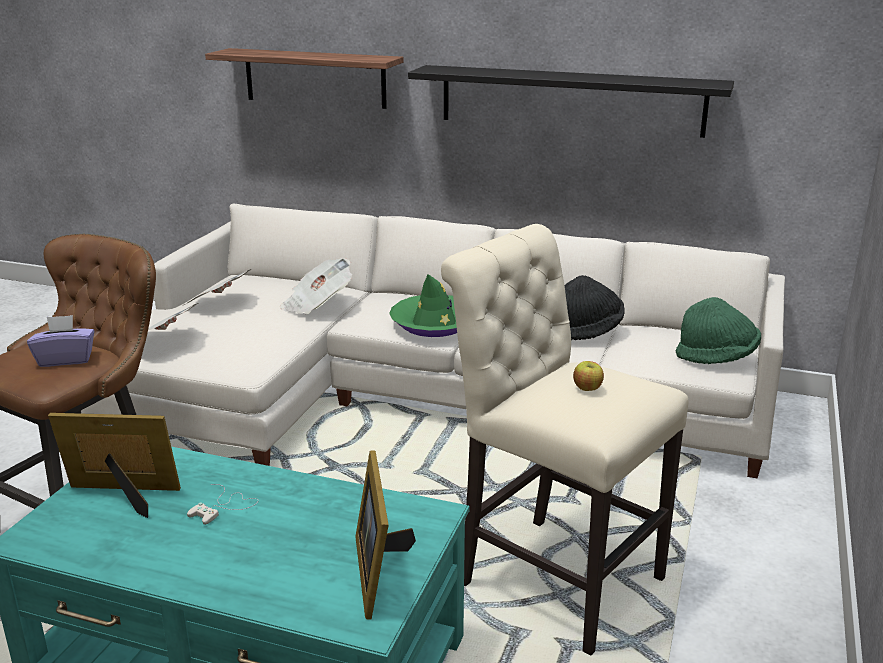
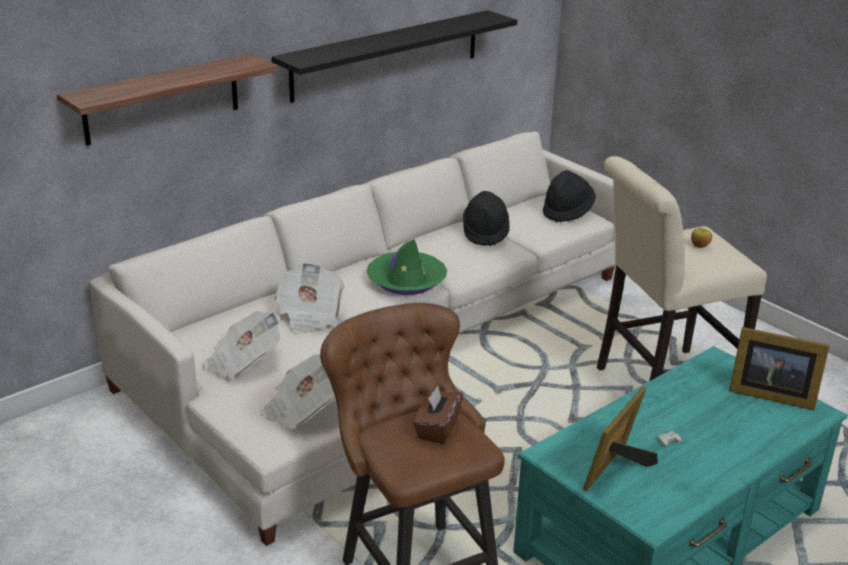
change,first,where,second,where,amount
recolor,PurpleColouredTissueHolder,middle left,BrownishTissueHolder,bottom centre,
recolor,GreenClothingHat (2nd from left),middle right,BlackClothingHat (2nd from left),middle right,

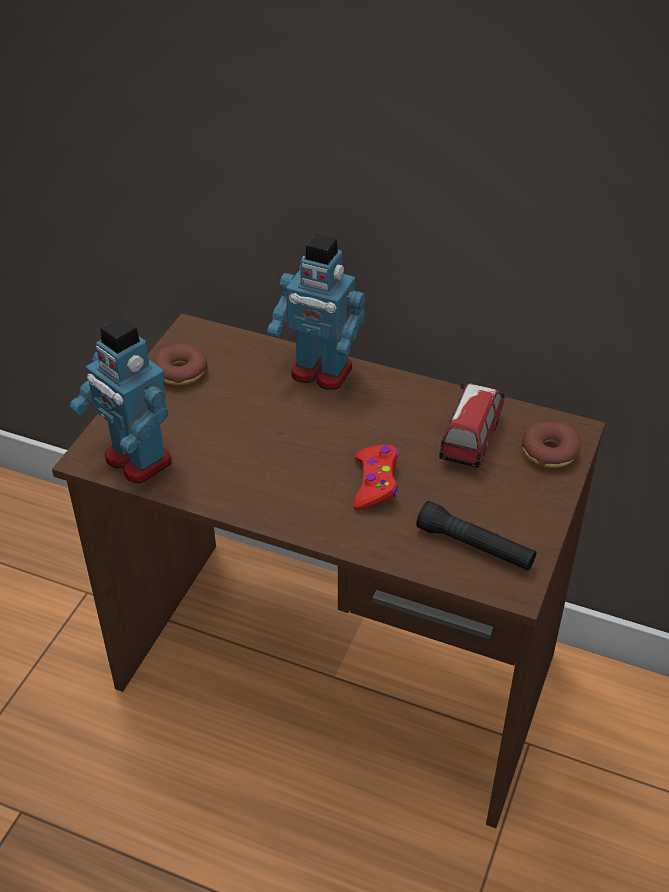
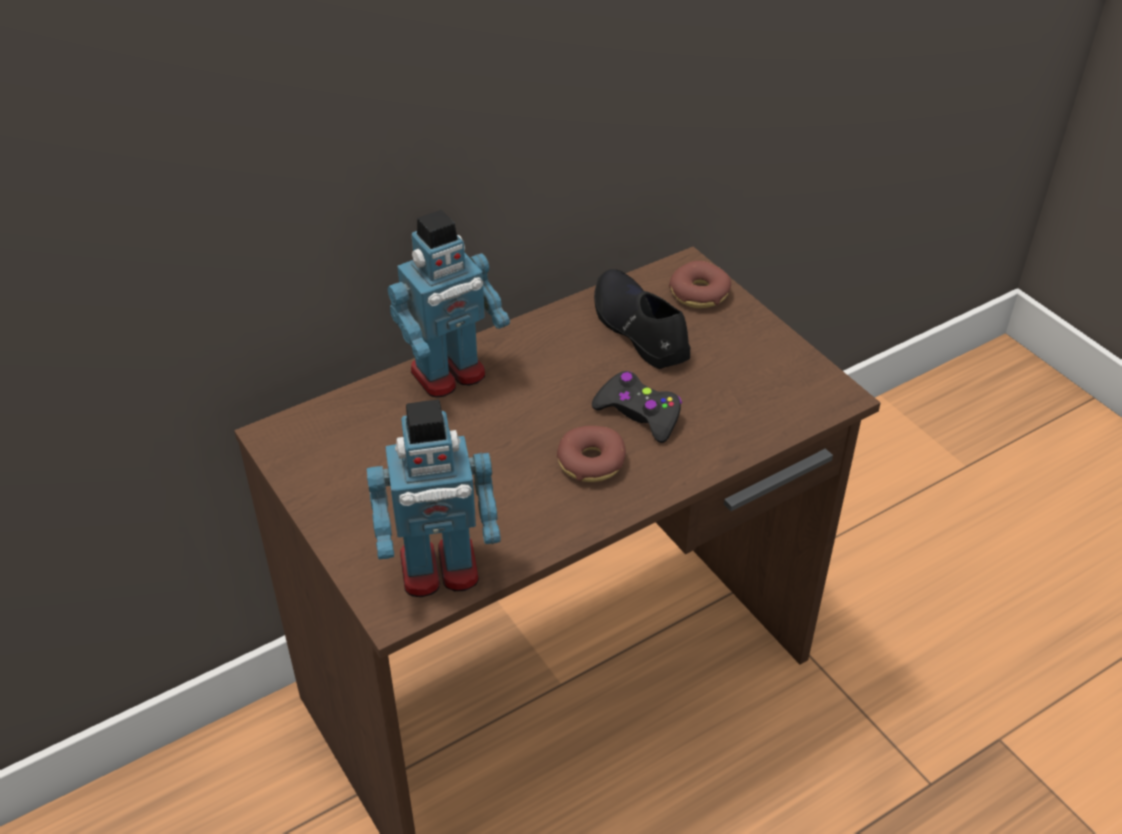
change,first,where,second,where,amount
move,Doughnut (1st from left),middle left,,centre,
recolor,RedGamepad,centre,BlackGamepad,centre,
replace,MiniatureCar,middle right,BlackItemOfFootwear,centre,
delete,BlackTorch,middle right,,,

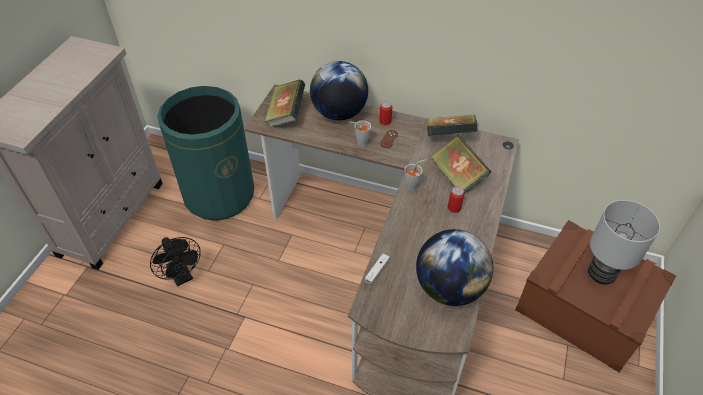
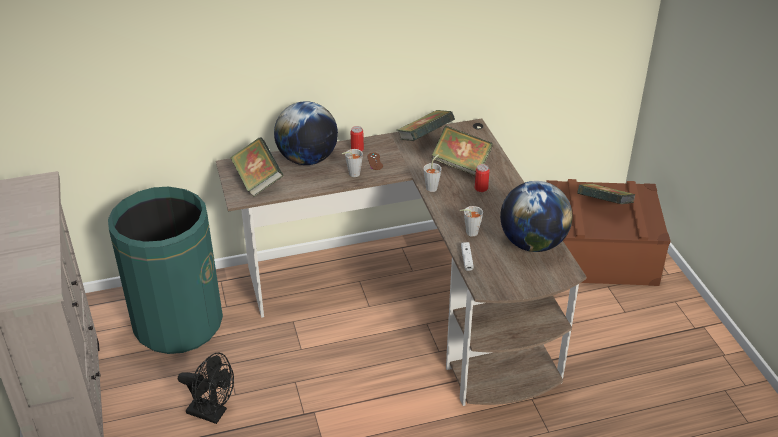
change,first,where,second,where,amount
insert,,,GreyCup (3rd from left),centre,
replace,GreyLampForATable,middle right,BoundBook (4th from left),middle right,

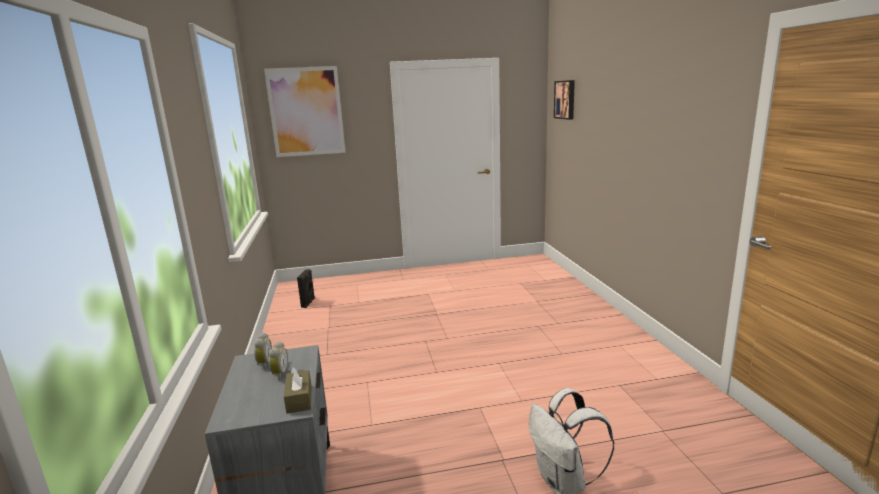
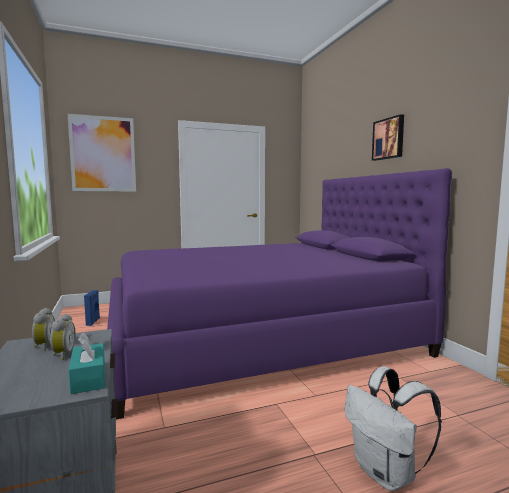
change,first,where,second,where,amount
recolor,BrownishTissueHolder,bottom centre,TurquoiseColouredTissueHolder,bottom left,
recolor,BlackSpeaker,centre,BlueSpeaker,middle left,
insert,,,PurpleColouredBed,centre,
move,WallPicture (2nd from left),top centre,,top right,

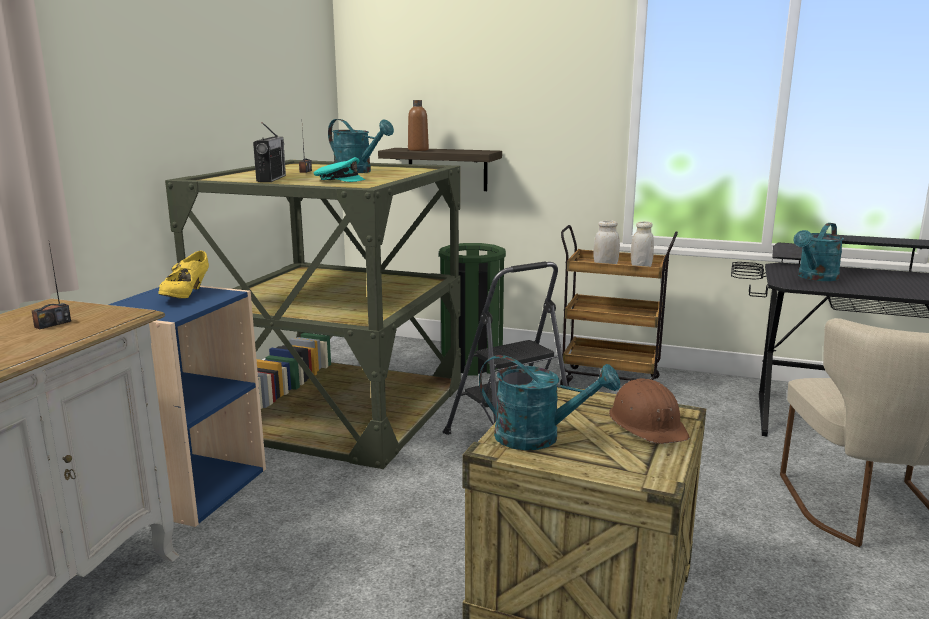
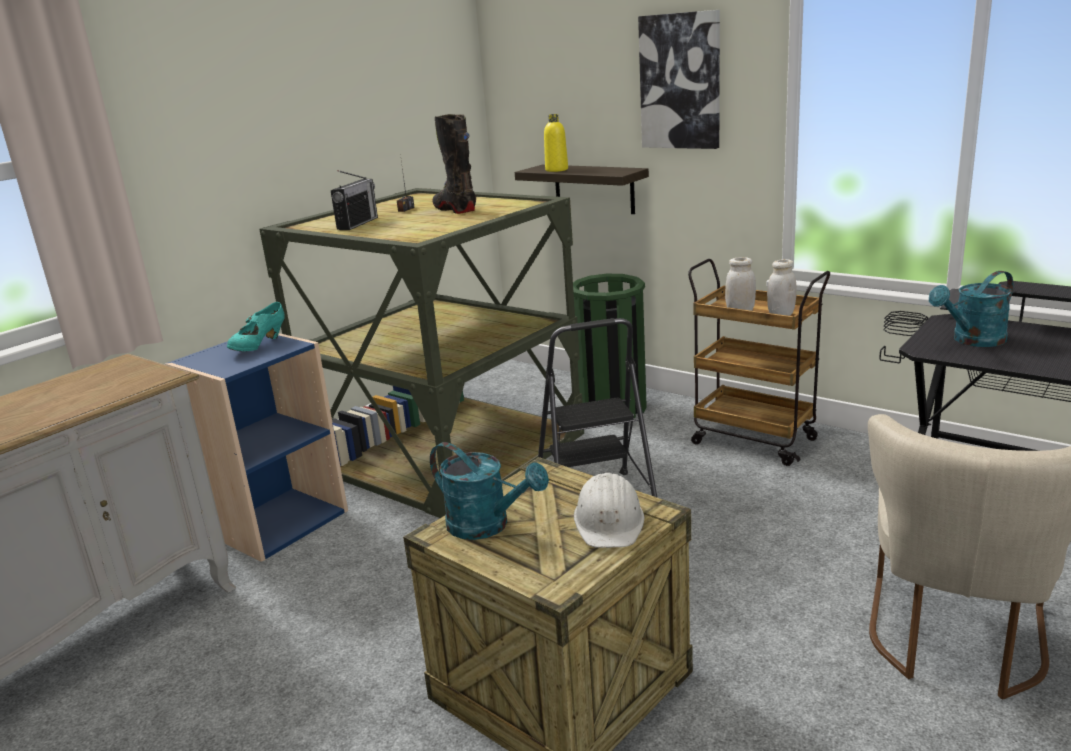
change,first,where,second,where,amount
recolor,YellowItemOfFootwear,middle left,TurquoiseColouredItemOfFootwear,middle left,
replace,TurquoiseColouredWateringPot (1st from left),top centre,BlackBoot,top centre,
recolor,BrownishBottle,top centre,YellowBottle,top centre,
recolor,BrownishWorkHelmet,middle right,WhiteColouredWorkHelmet,bottom centre,
insert,,,WallPicture,top centre,
delete,RadioReceiver (1st from left),middle left,,,
delete,TurquoiseColouredCap,top centre,,,

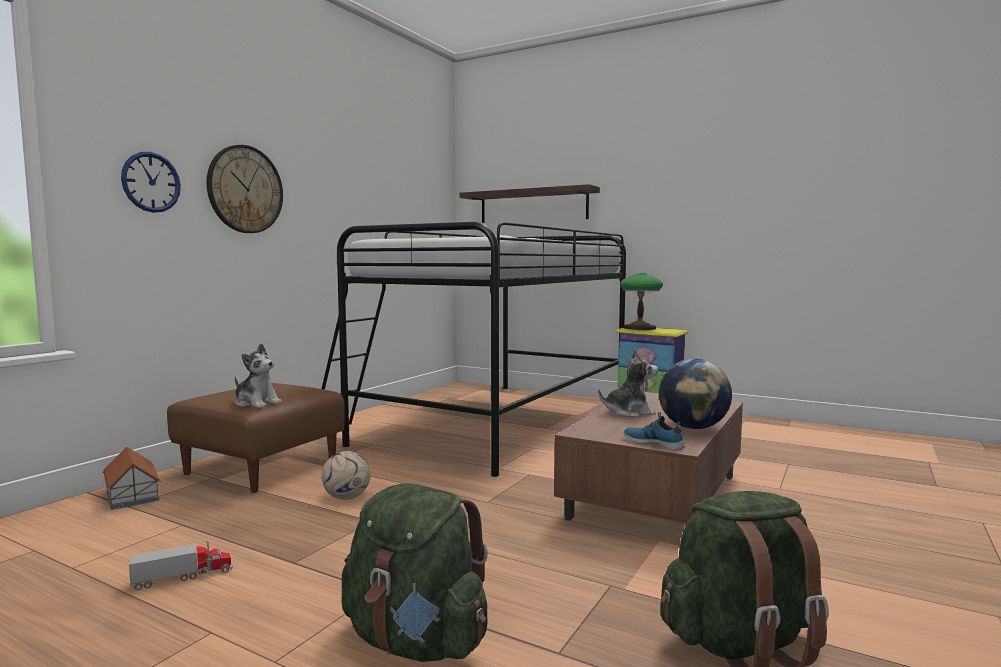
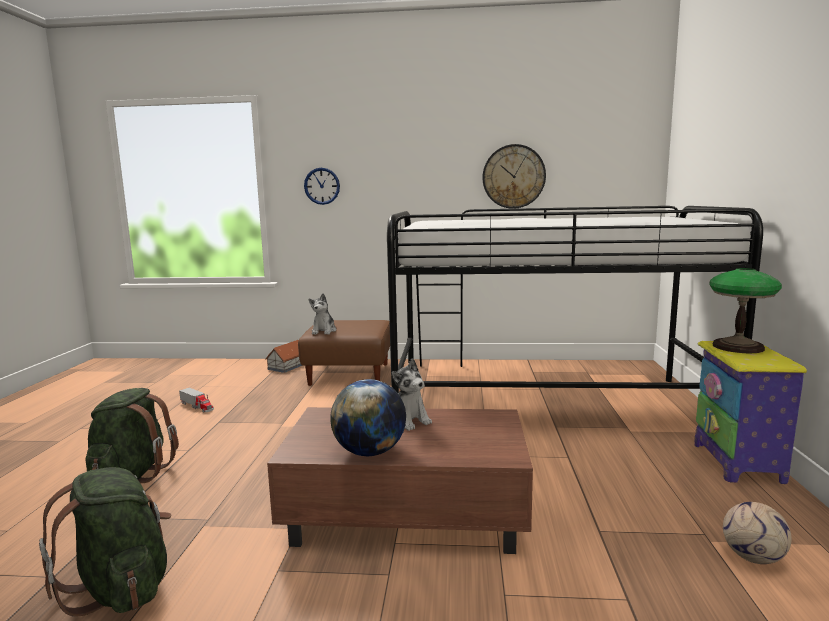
change,first,where,second,where,amount
move,WallClock (2nd from left),top left,,top centre,
move,FootballBall,bottom centre,,bottom right,
delete,WallShelf,top centre,,,
delete,ItemOfFootwear,centre,,,

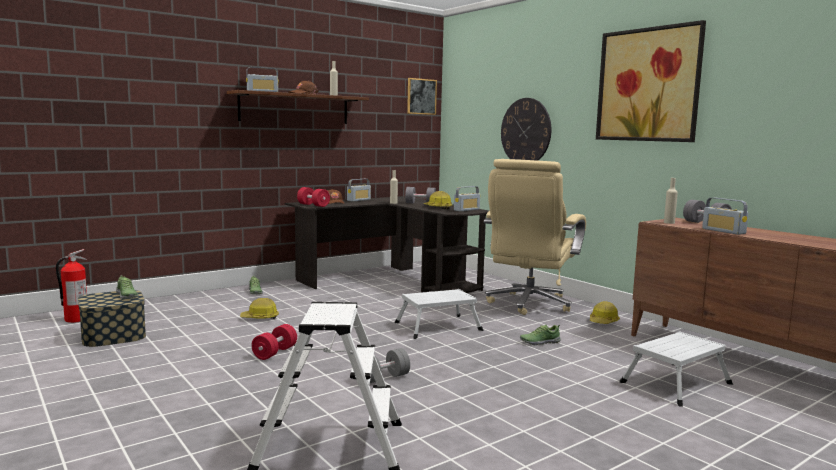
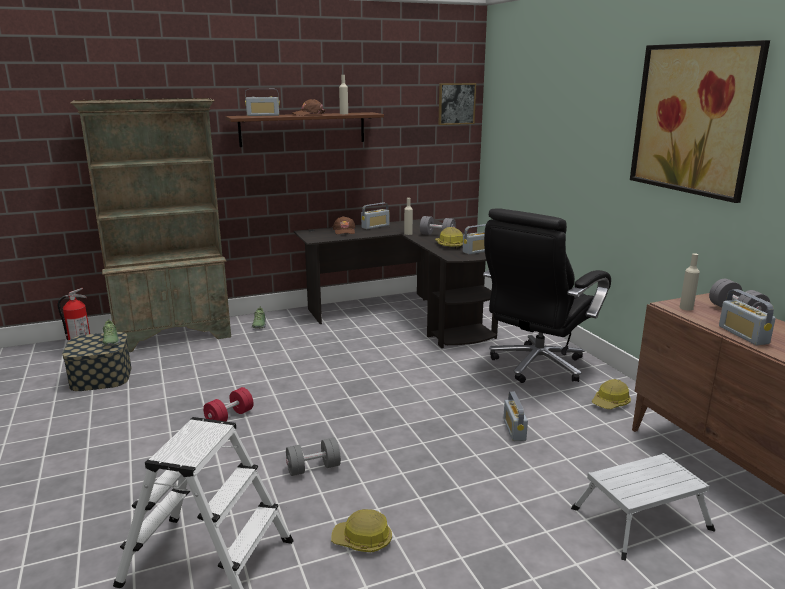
change,first,where,second,where,amount
insert,,,GreenBookshelf,middle left,
move,WorkHelmet (1st from left),middle left,,bottom centre,
recolor,SandColouredComputerChair,centre,BlackComputerChair,middle right,
replace,ItemOfFootwear (3rd from left),bottom centre,RadioReceiver (4th from left),bottom centre,
delete,RedHandWeight (2nd from left),centre,,,
delete,WhiteColouredStepStool (2nd from left),bottom centre,,,
delete,WallClock,top centre,,,

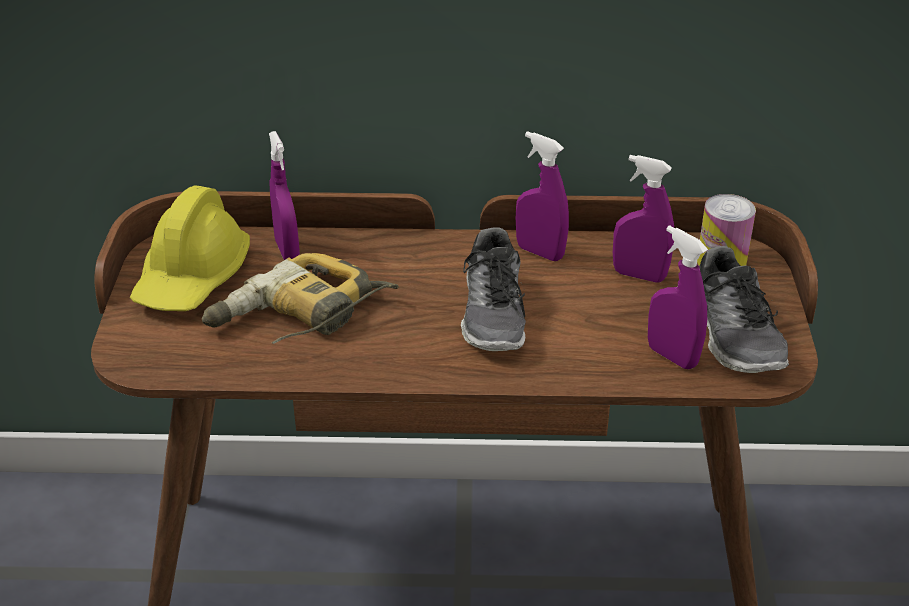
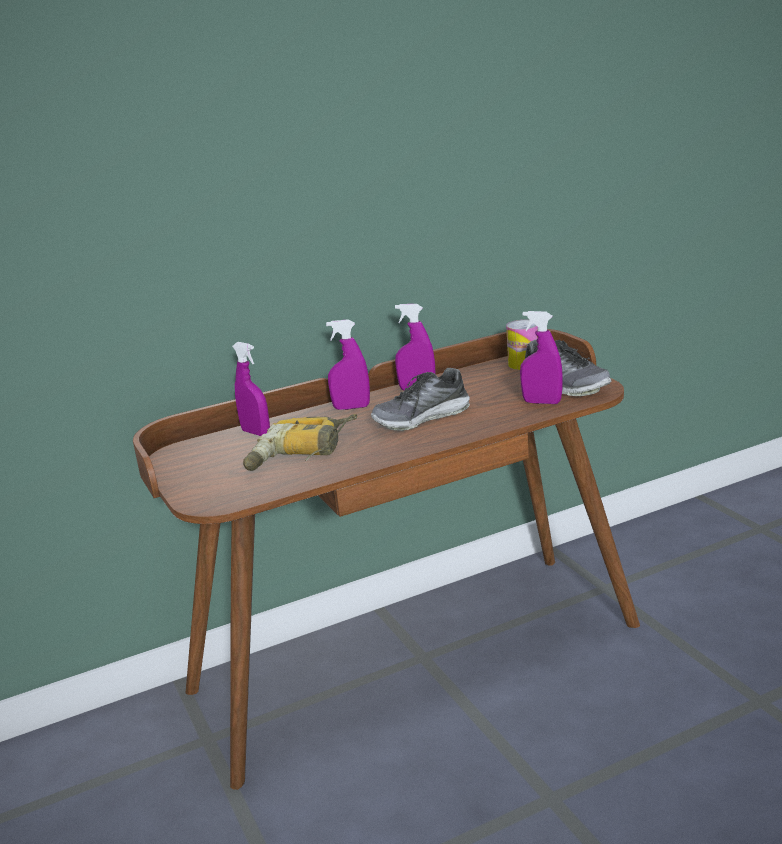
change,first,where,second,where,amount
move,PurpleColouredSprayer (3rd from left in the first image),middle right,PurpleColouredSprayer (2nd from left),centre,
rotate,ItemOfFootwear (1st from left),centre,,centre,90 degrees clockwise
delete,YellowWorkHelmet,middle left,,,

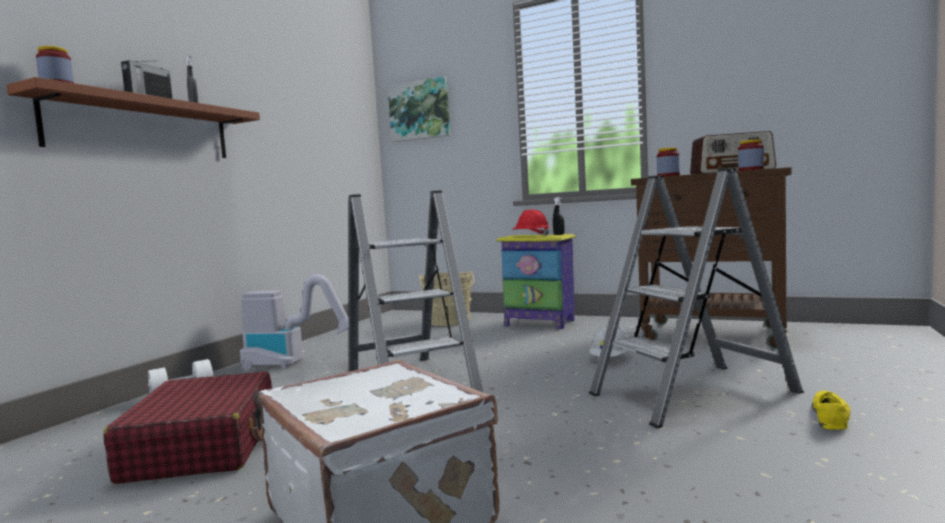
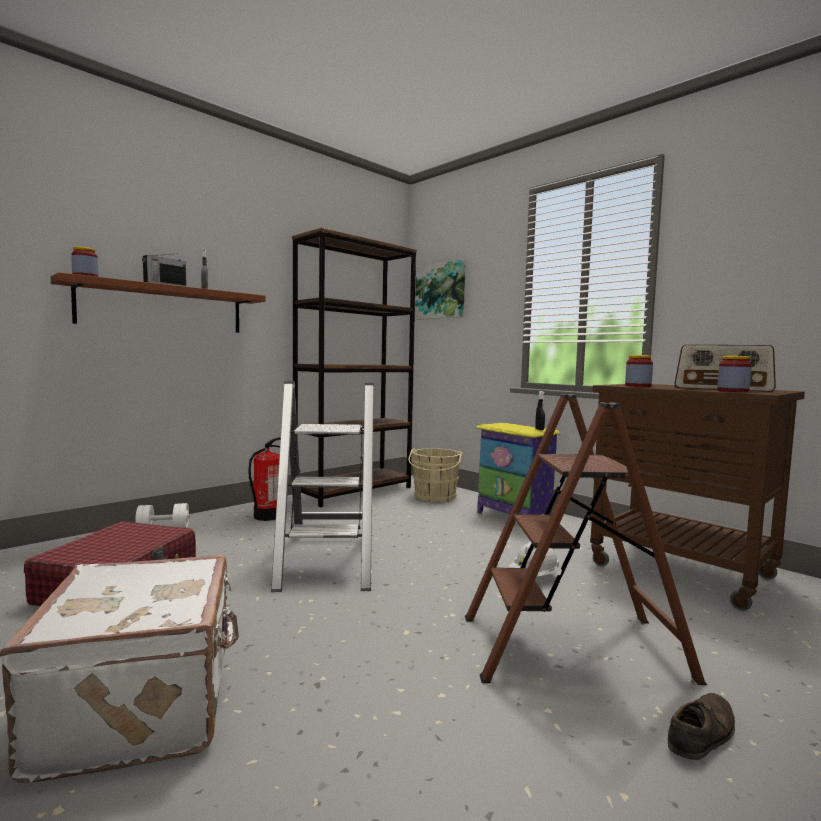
change,first,where,second,where,amount
replace,VacuumCleaner,middle left,Extinguisher,middle left,
insert,,,BrownishBookshelf,centre,
recolor,GreyStepStool (2nd from left),middle right,BrownishStepStool,middle right,
recolor,YellowItemOfFootwear,bottom right,BrownishItemOfFootwear,bottom right,
delete,RedWorkHelmet,centre,,,

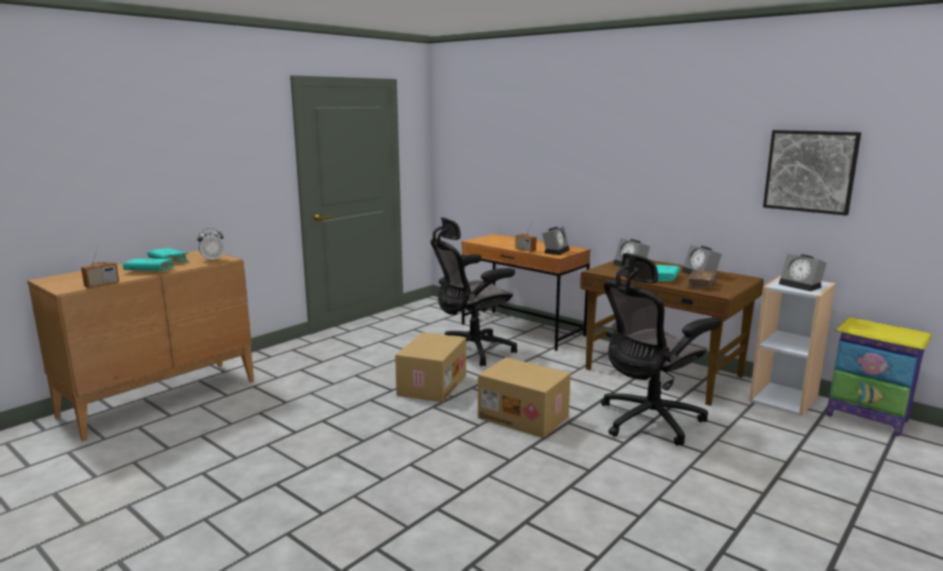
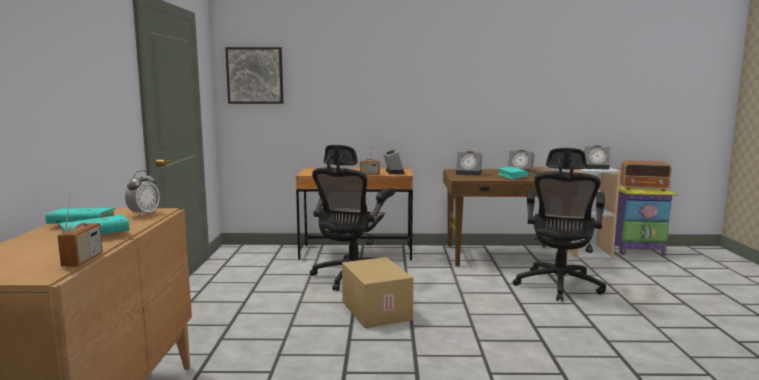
change,first,where,second,where,amount
move,WallPicture,top right,,top centre,
insert,,,RadioReceiver (3rd from left),middle right,
delete,PackingBox (2nd from left),bottom centre,,,

